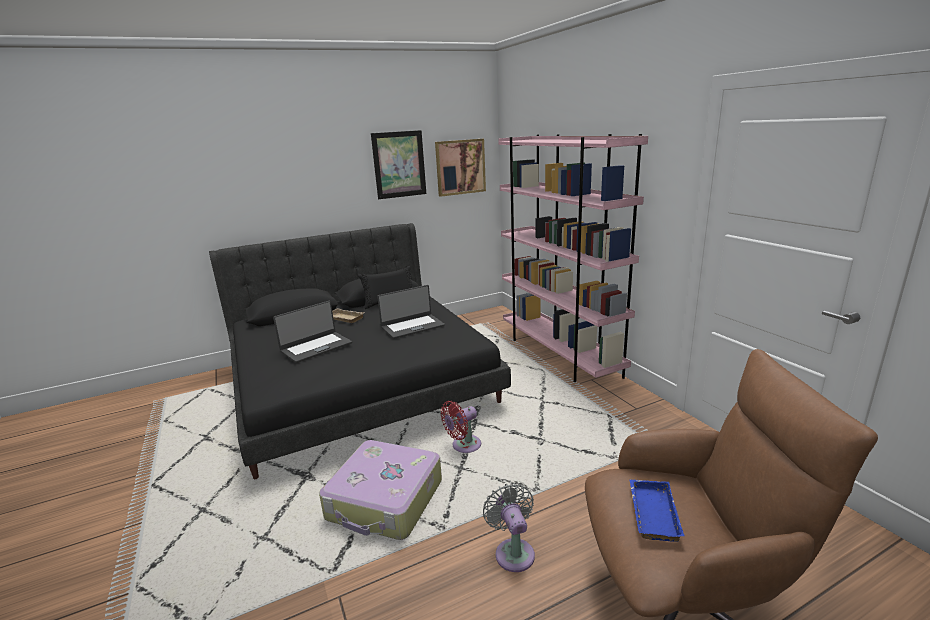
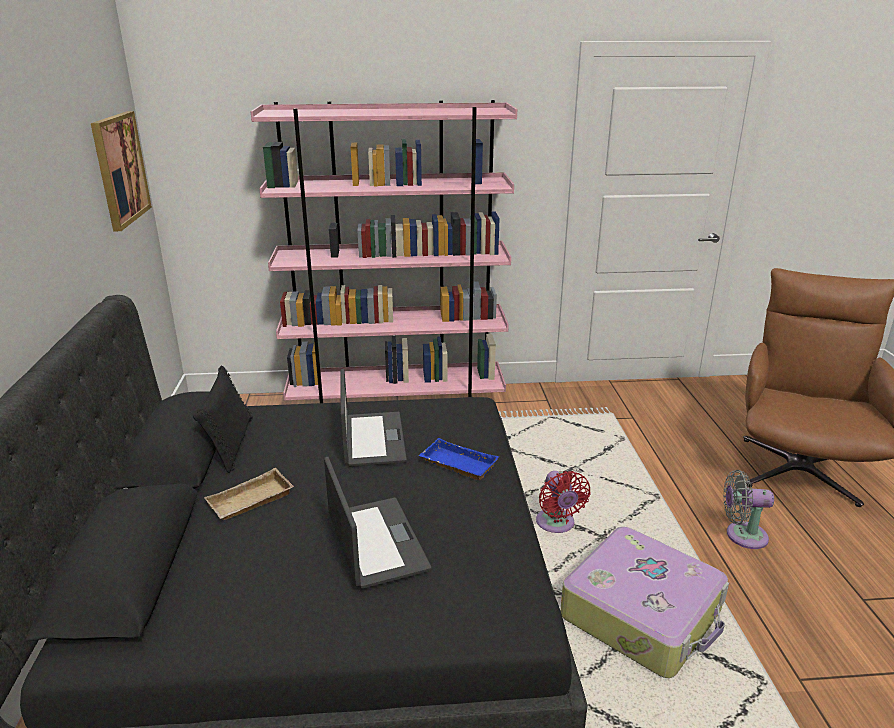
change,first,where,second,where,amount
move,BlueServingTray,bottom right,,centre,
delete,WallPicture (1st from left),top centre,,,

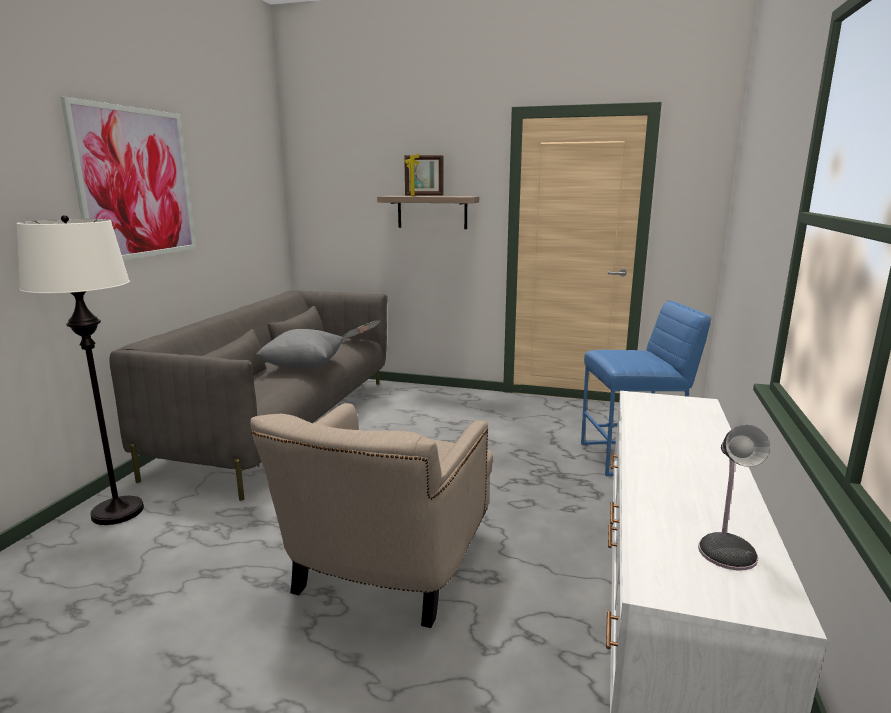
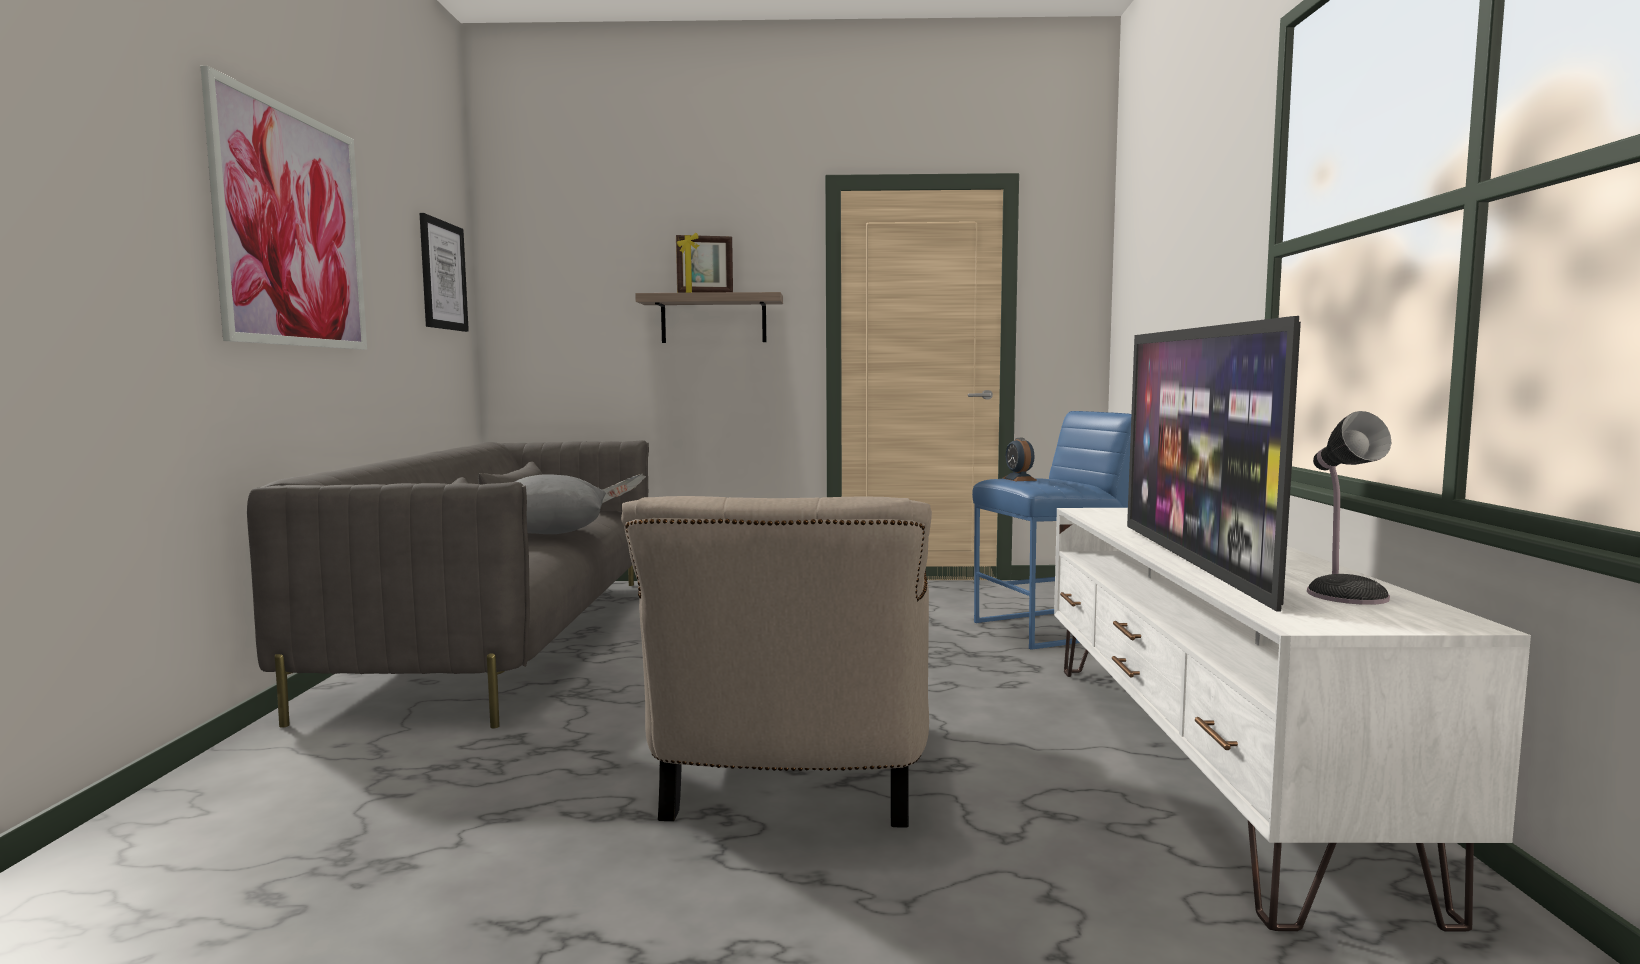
change,first,where,second,where,amount
insert,,,WallPicture (2nd from left),top left,
insert,,,BedsideClock,centre,
insert,,,Tv,middle right,
delete,WhiteColouredStandardLamp,middle left,,,

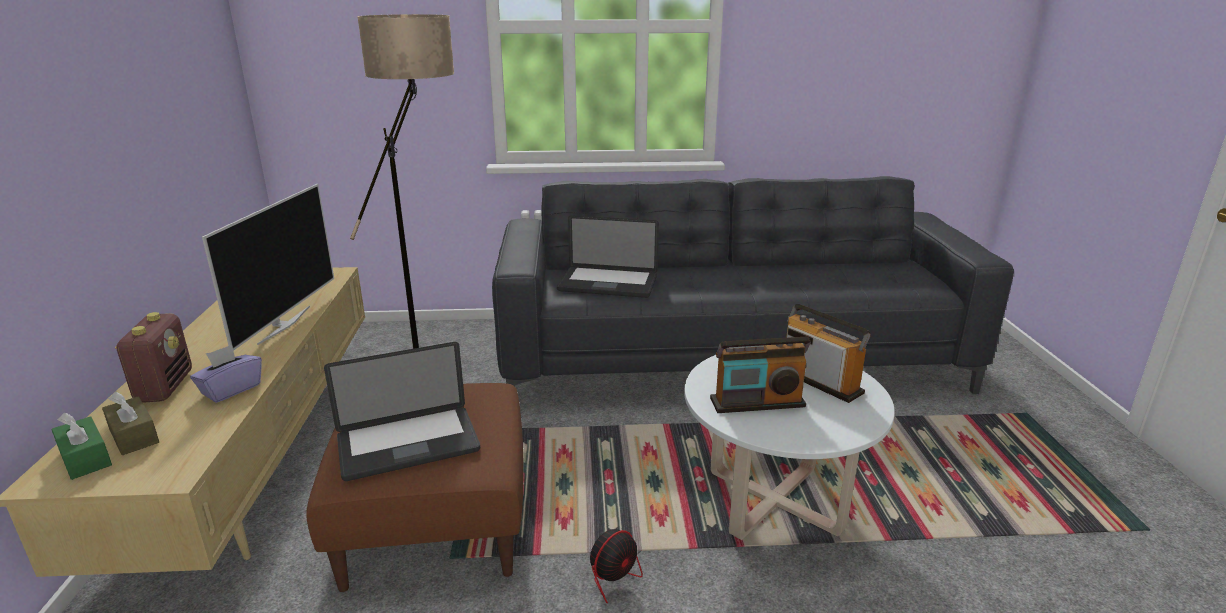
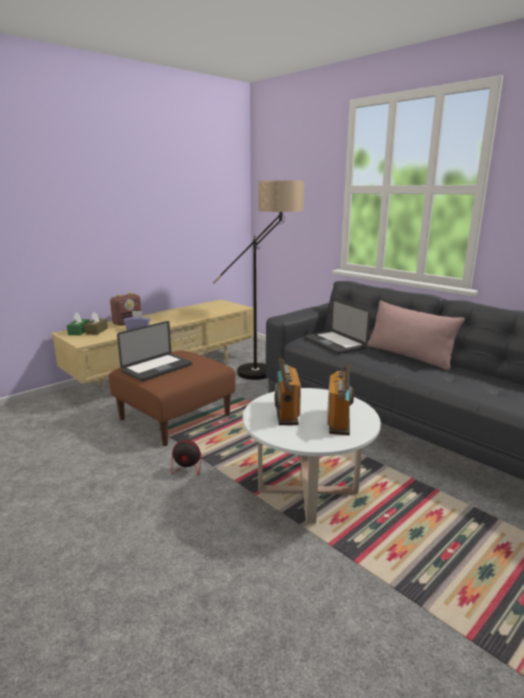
change,first,where,second,where,amount
rotate,NotebookComputer (1st from left),bottom left,,middle left,75 degrees counterclockwise
rotate,RadioReceiver (2nd from left),centre,,centre,45 degrees clockwise
insert,,,PinkColouredThrowPillow,middle right,
delete,Tv,middle left,,,

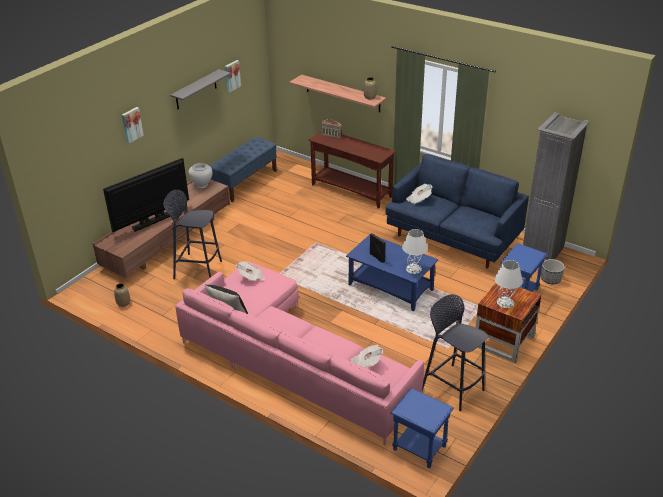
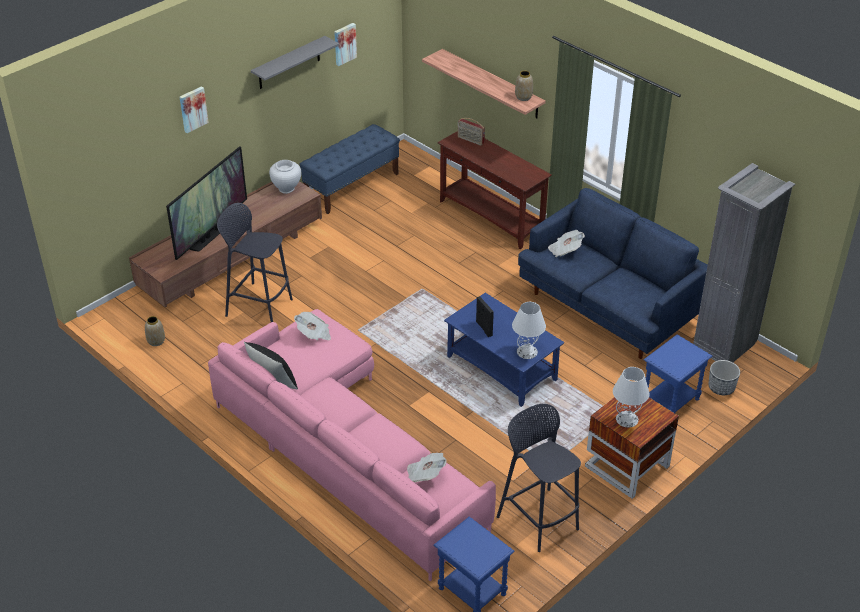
change,first,where,second,where,amount
rotate,Tv,middle left,,top left,150 degrees clockwise

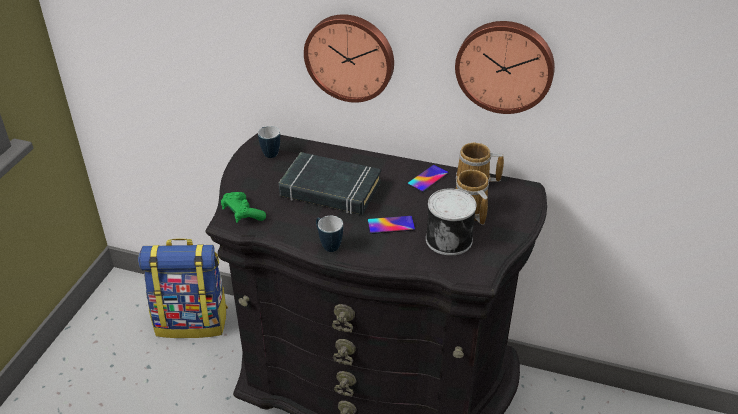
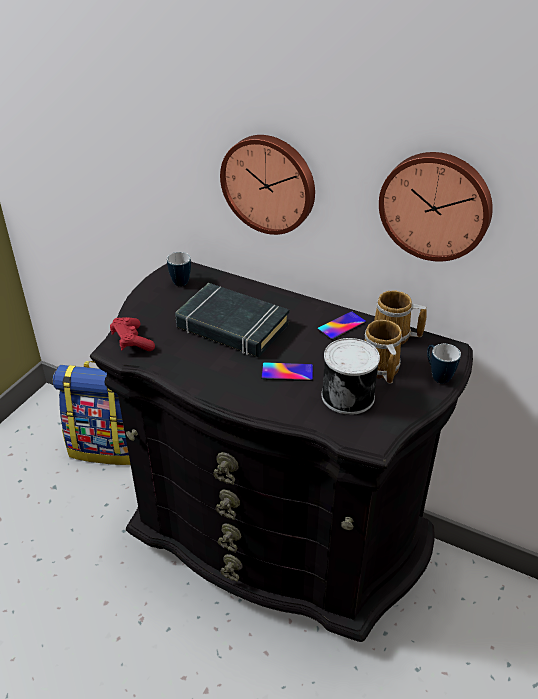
change,first,where,second,where,amount
recolor,GreenGamepad,middle left,RedGamepad,middle left,
move,Mug (2nd from left in the first image),centre,Mug (4th from left),middle right,

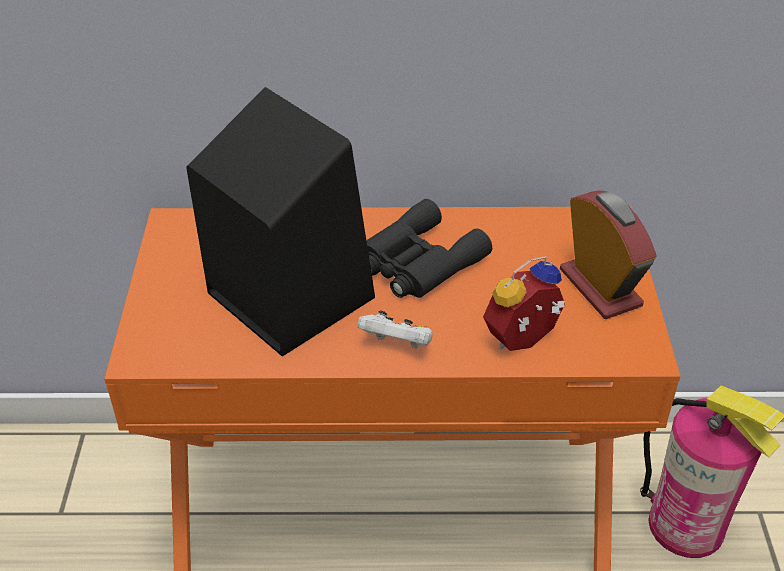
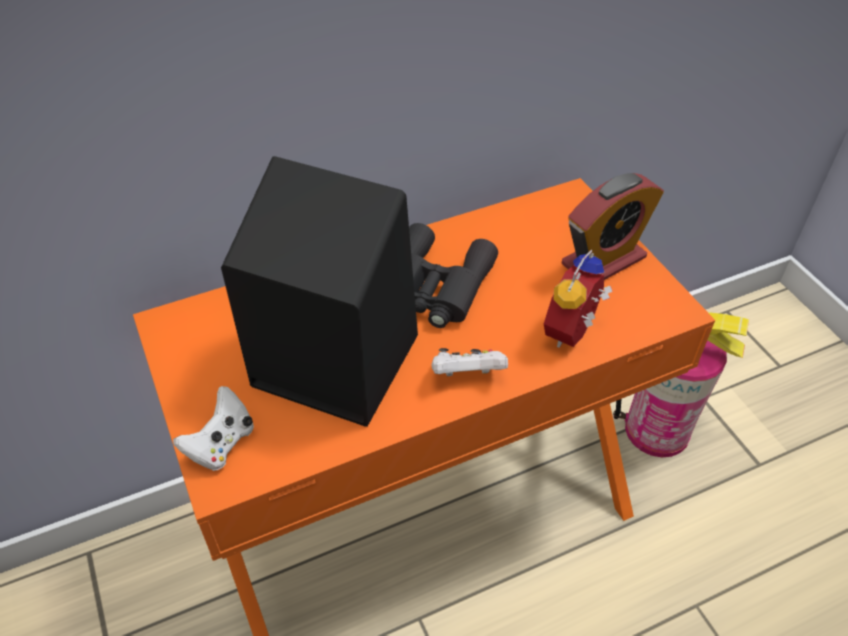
change,first,where,second,where,amount
insert,,,WhiteColouredGamepad (1st from left),bottom left,
rotate,BedsideClock (2nd from left),middle right,,middle right,105 degrees clockwise

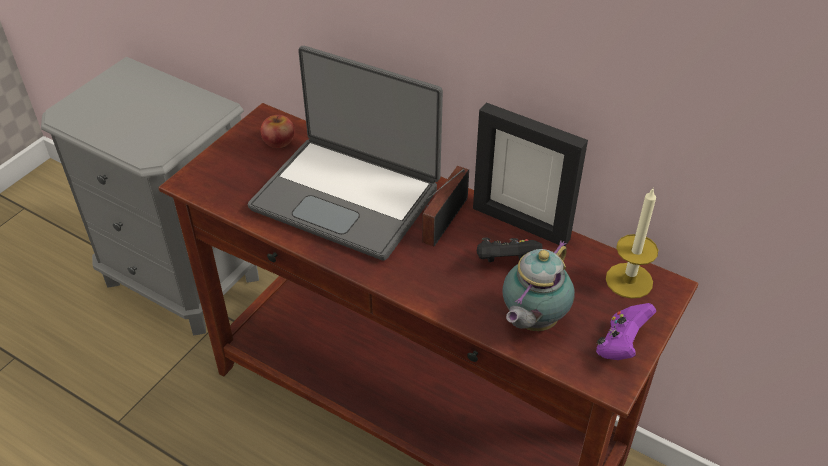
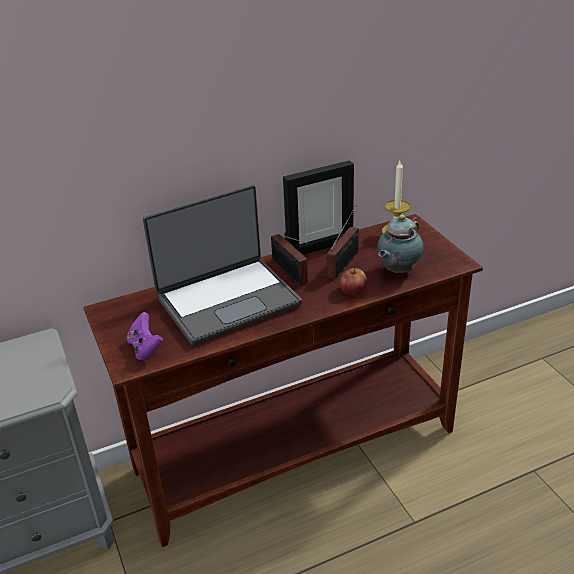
change,first,where,second,where,amount
move,PurpleColouredGamepad,bottom right,,middle left,
replace,BlackGamepad,centre,RadioReceiver (2nd from left),centre,
move,WholeApple,top centre,,centre,
rotate,TeaPot,centre,,middle right,60 degrees clockwise

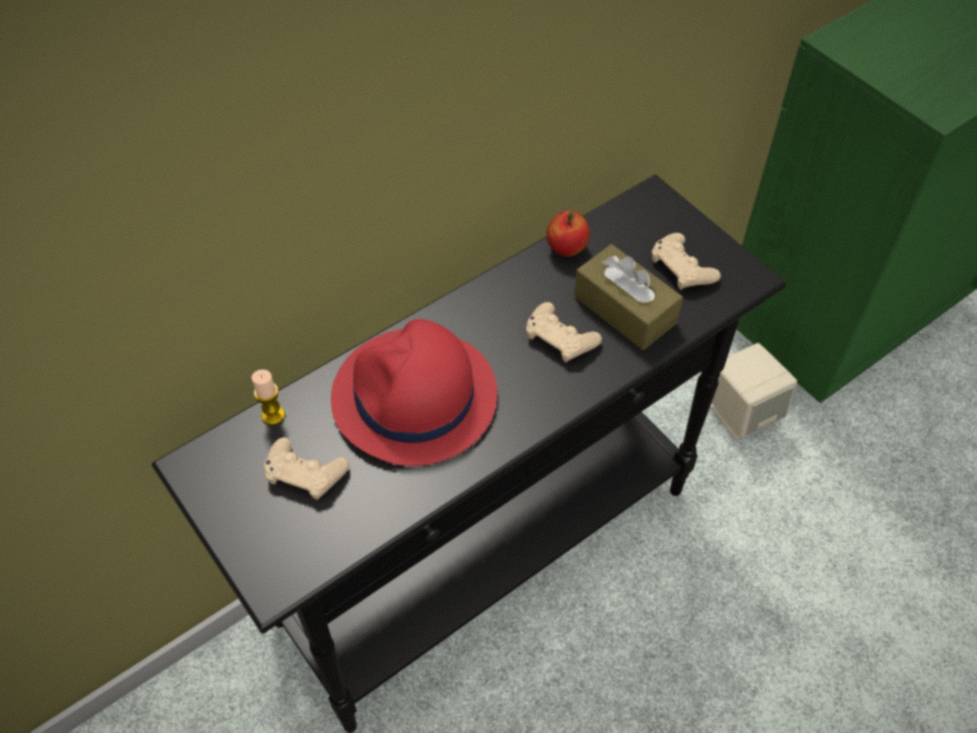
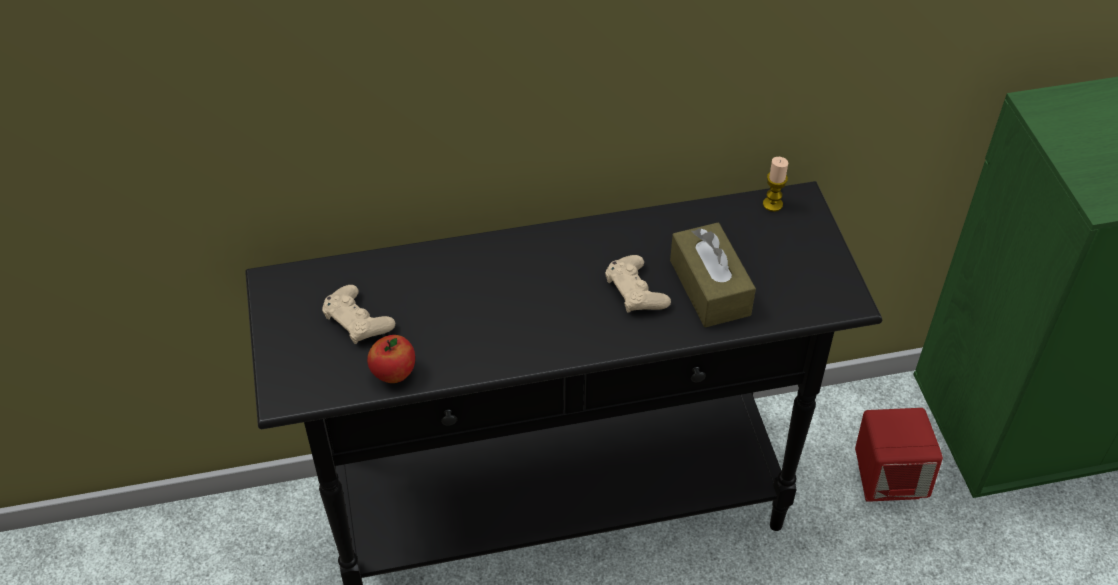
change,first,where,second,where,amount
move,WholeApple,top centre,,centre,
move,WaxCandle,middle left,,top right,
recolor,SandColouredSpeaker,middle right,RedSpeaker,bottom right,
delete,RedClothingHat,centre,,,
delete,SandColouredGamepad (3rd from left),middle right,,,

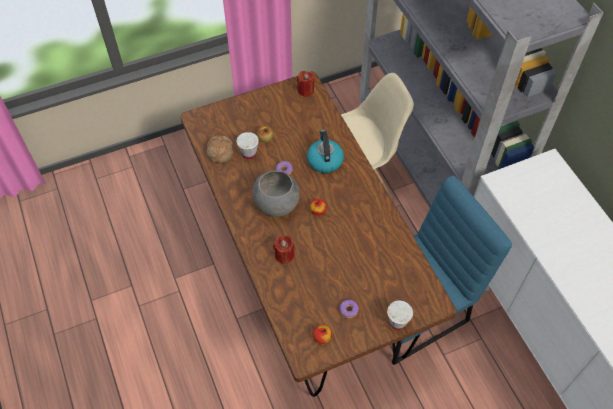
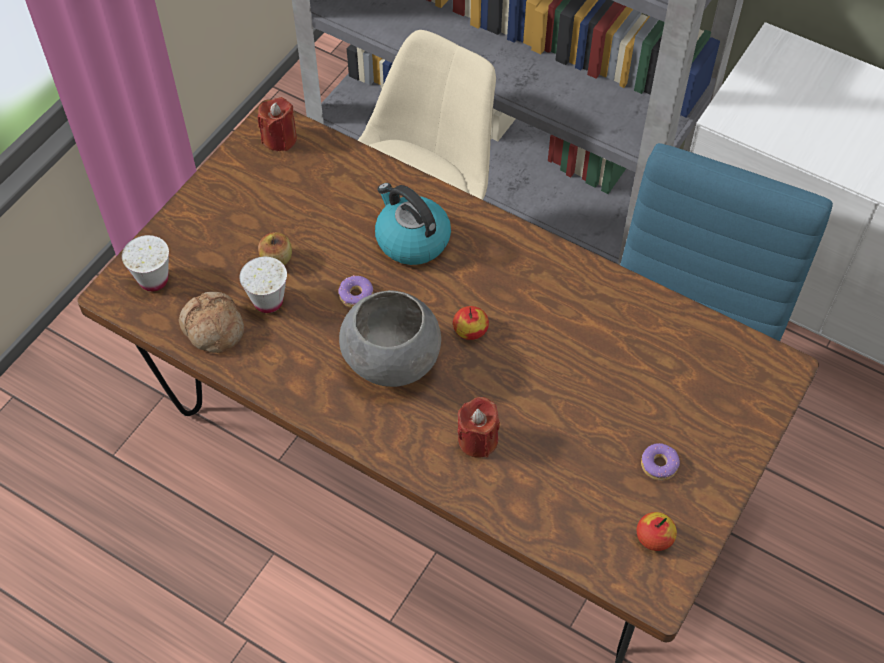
change,first,where,second,where,amount
move,WhiteColouredCup (2nd from left in the first image),bottom centre,WhiteColouredCup (1st from left),middle left,

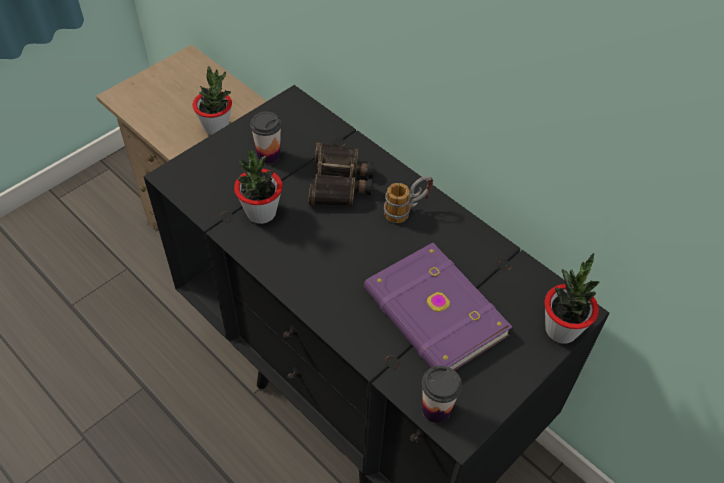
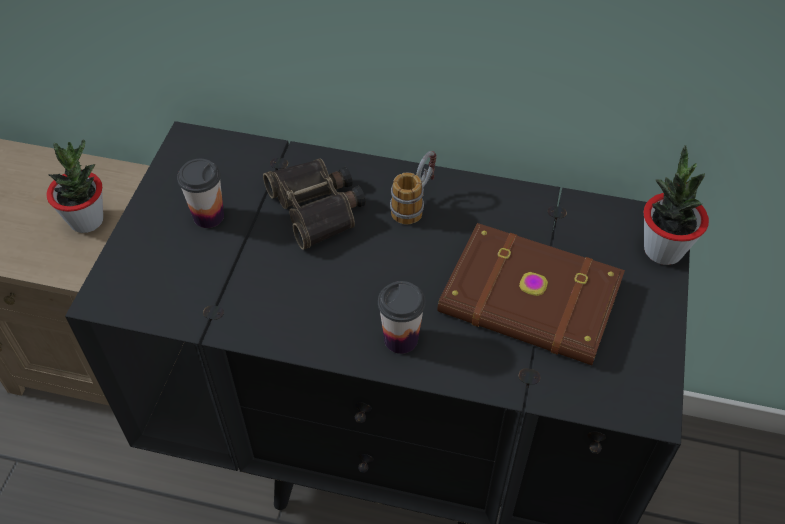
change,first,where,second,where,amount
move,Cup (2nd from left),bottom centre,,centre,
recolor,PurpleColouredBoundBook,centre,BrownishBoundBook,middle right,
delete,PlantInAPot (2nd from left),centre,,,

